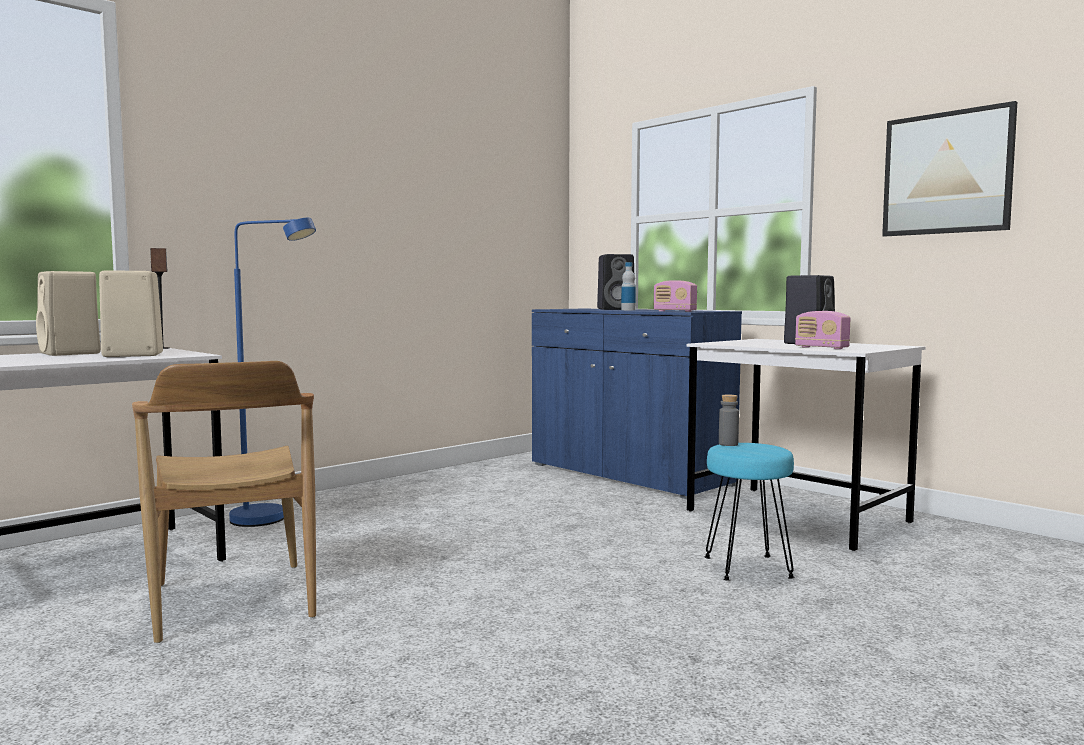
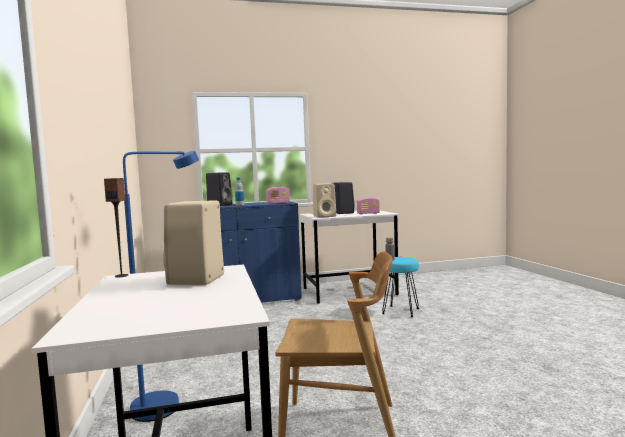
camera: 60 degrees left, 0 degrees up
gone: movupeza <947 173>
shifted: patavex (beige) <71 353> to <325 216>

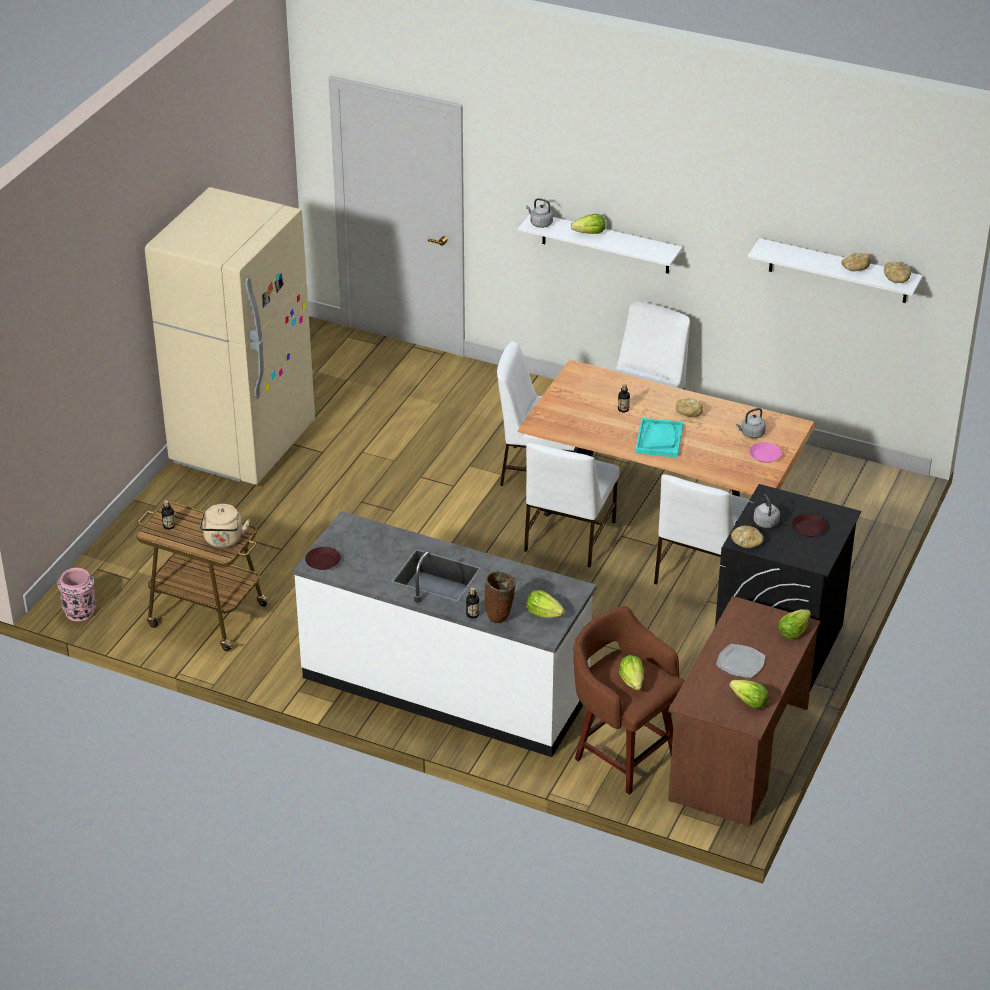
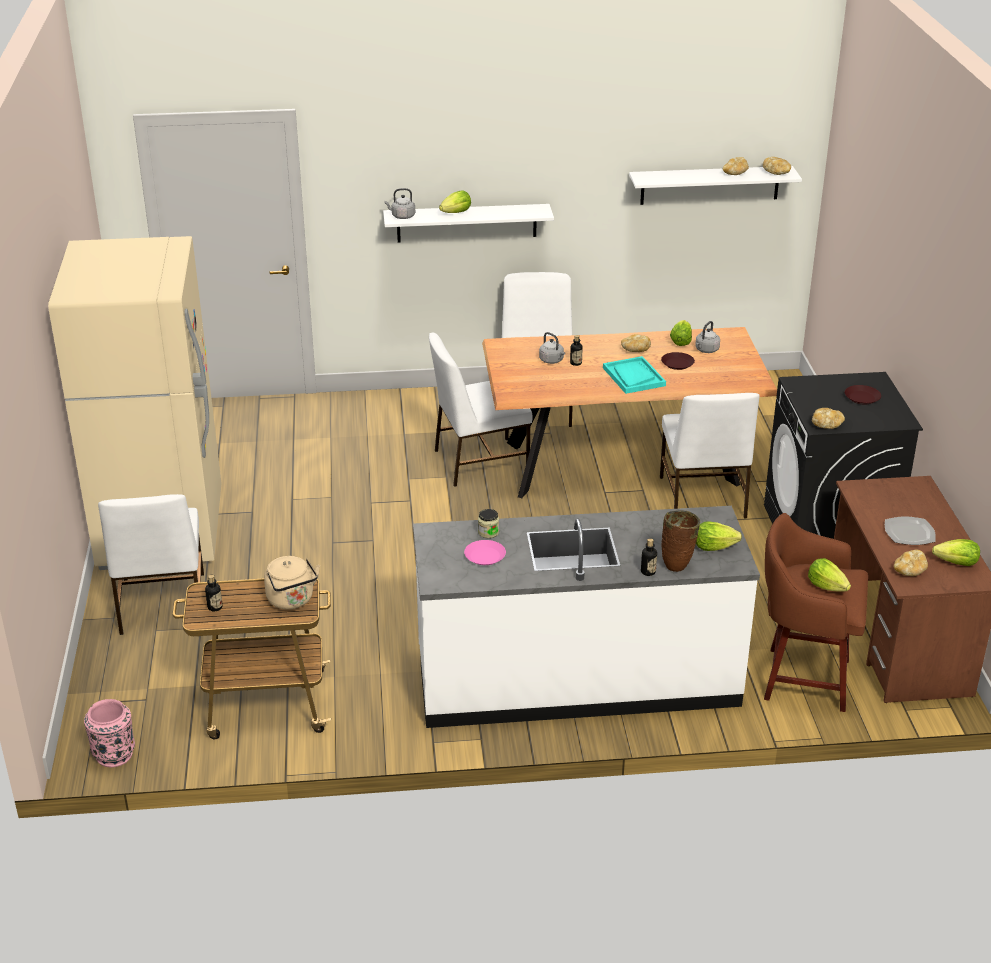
camera: 30 degrees left, 5 degrees down
new: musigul <488 532>; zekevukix <909 571>
shifted: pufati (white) <568 537> to <161 604>; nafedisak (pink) <765 455> to <484 556>; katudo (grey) <766 524> to <552 361>; nafedisak (brown) <322 561> to <677 364>; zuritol <793 632> to <681 342>

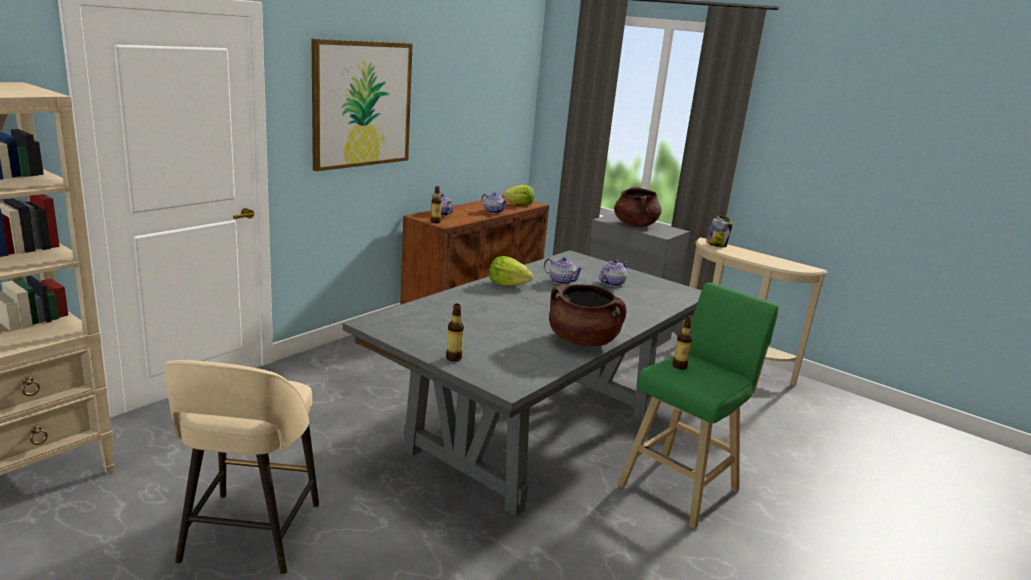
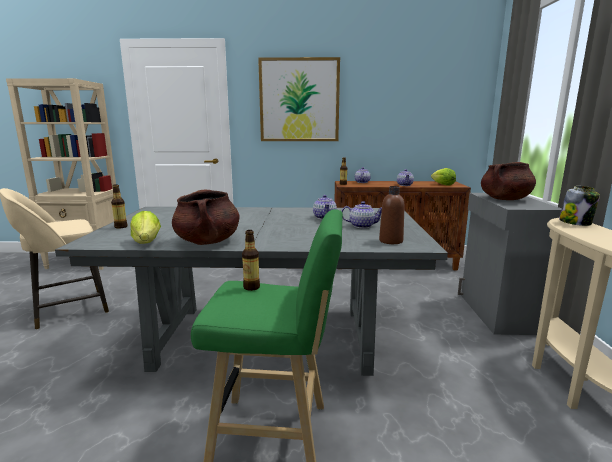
camera: 55 degrees right, 5 degrees down
new: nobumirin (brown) <391 241>
shifted: zuritol <507 284> to <147 242>

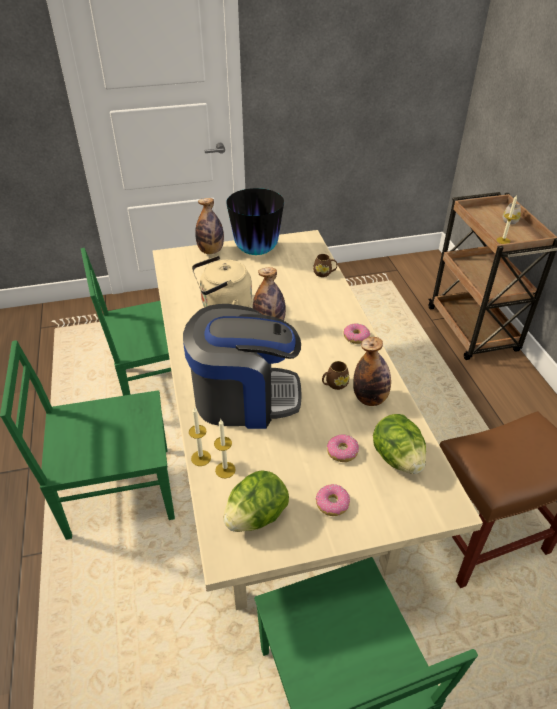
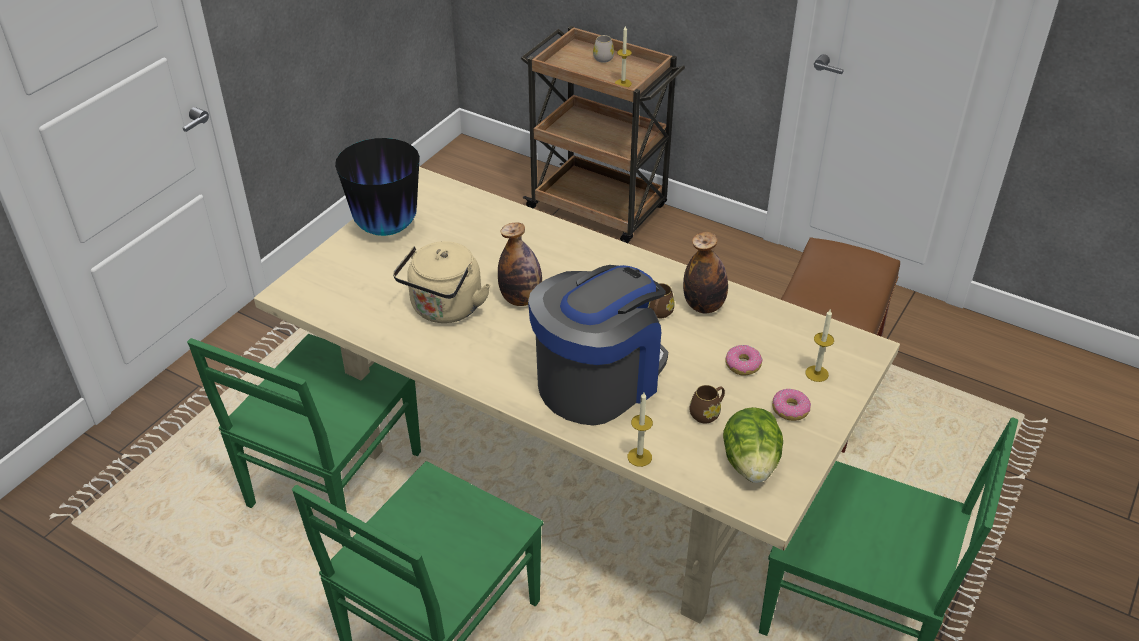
camera: 45 degrees left, 0 degrees up
gone: nobumirin <211 251>; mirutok <356 337>; zuritol <397 458>
shifted: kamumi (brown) <324 273> to <707 413>; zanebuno <225 470> to <817 373>

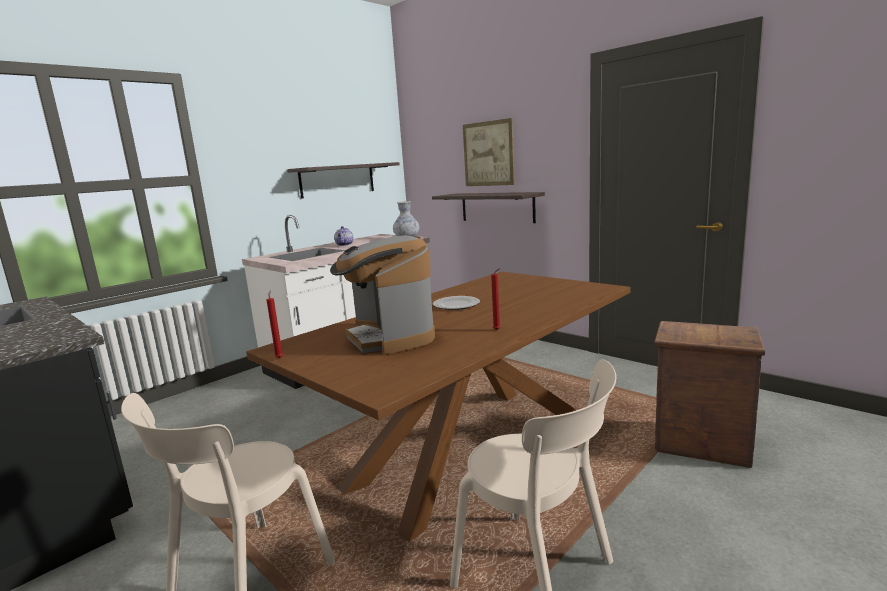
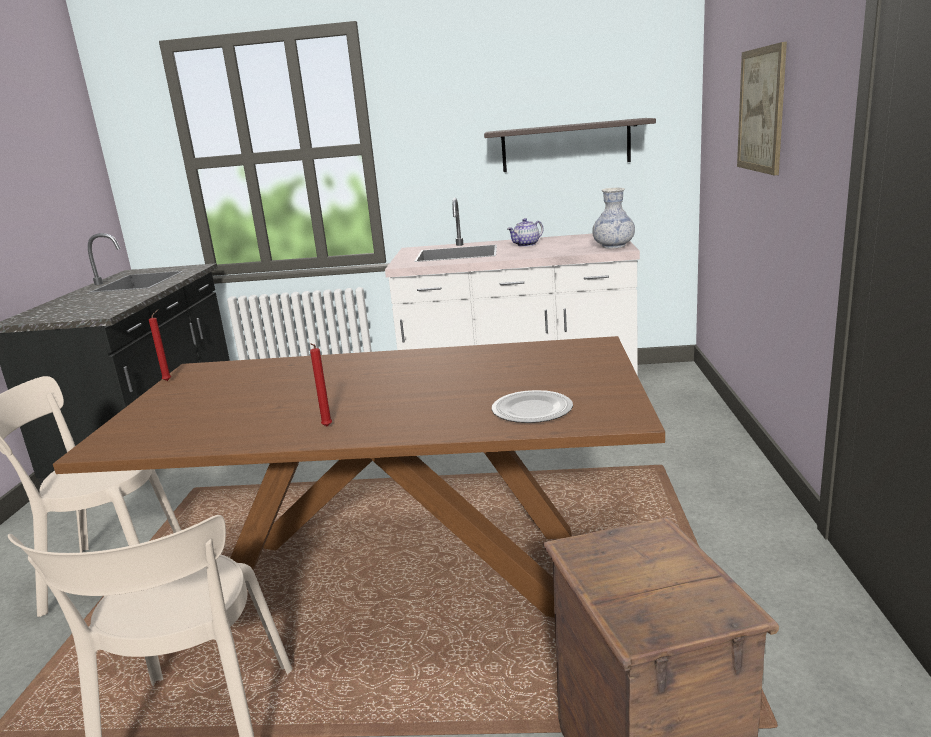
camera: 50 degrees right, 5 degrees up
gone: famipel <497 207>; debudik <389 338>
shifted: nafedisak <455 305> to <531 410>

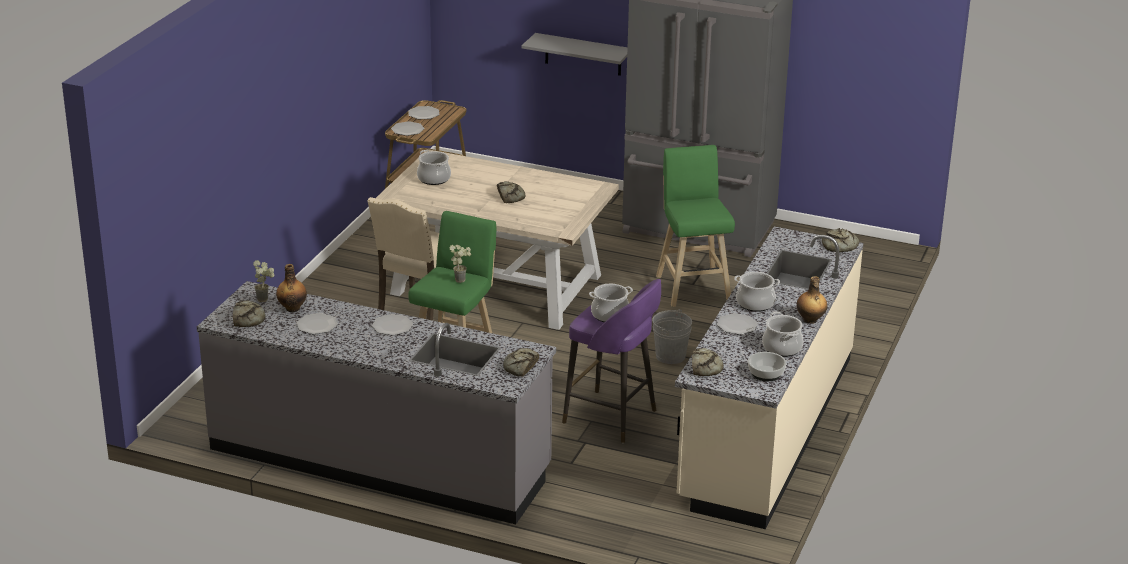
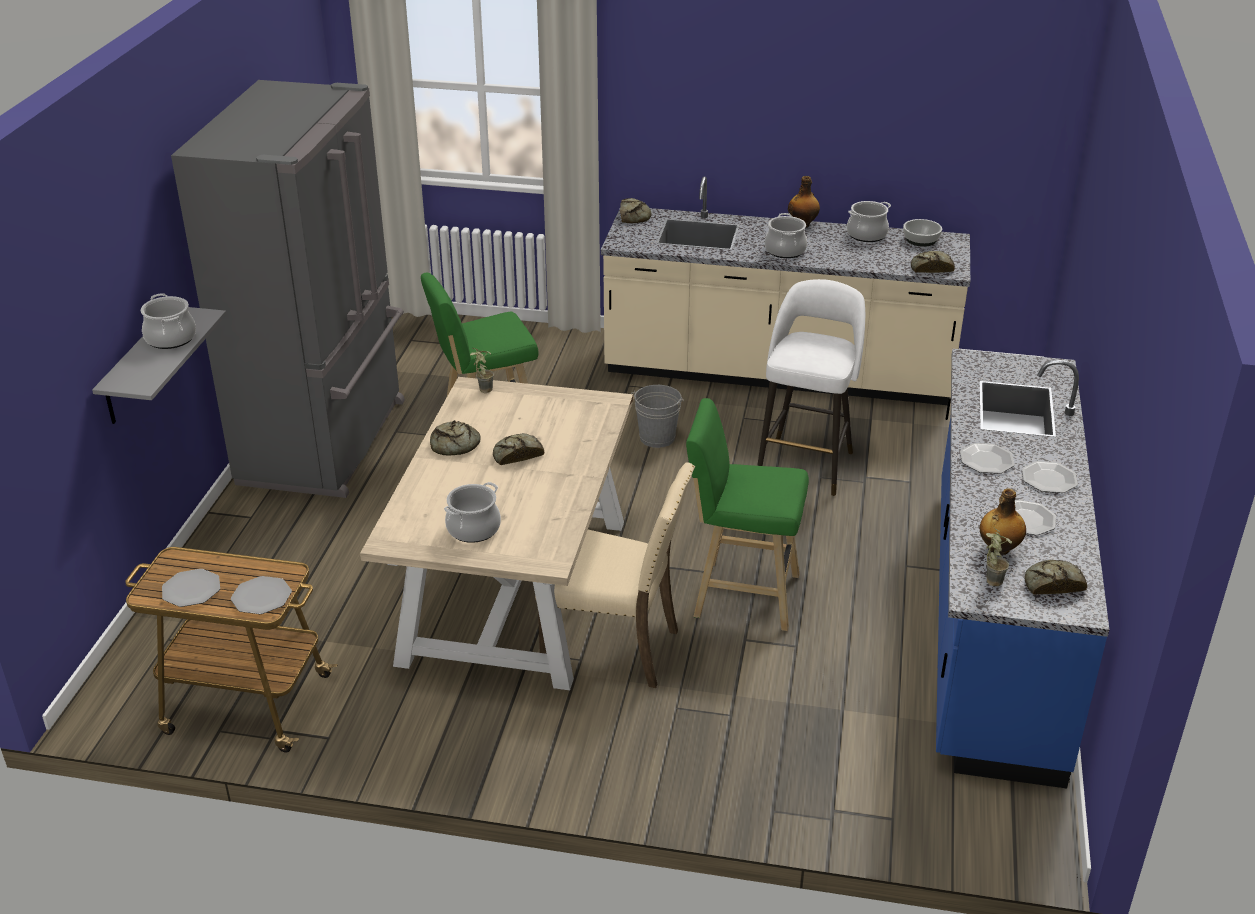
camera: 100 degrees left, 5 degrees up
shifted: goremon <461 279> to <482 389>; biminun <610 315> to <170 338>; nafedisak <737 325> to <1049 479>; zekevukix <520 366> to <454 445>
repainted: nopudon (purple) <612 418> to nopudon (white) <806 464>; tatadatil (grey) <380 460> to tatadatil (blue) <991 621>

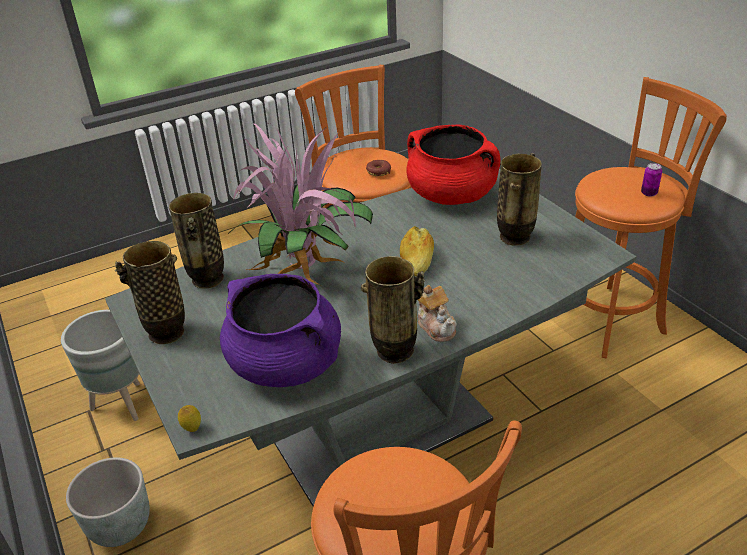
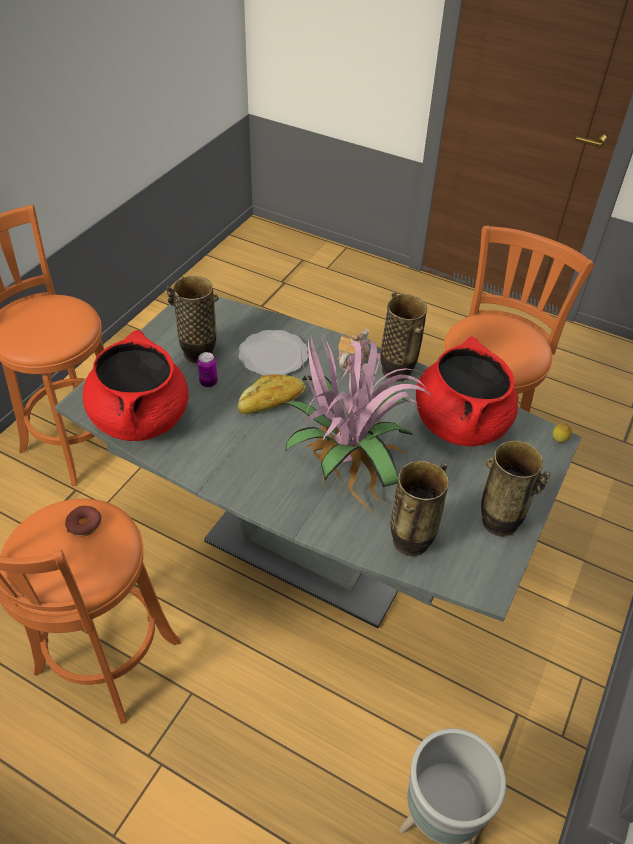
camera: 125 degrees left, 10 degrees up
gone: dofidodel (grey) <120 526>
new: nafedisak <273 356>
shifted: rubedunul <649 193> to <208 382>
repainted: biminun (purple) <286 364> to biminun (red) <460 423>

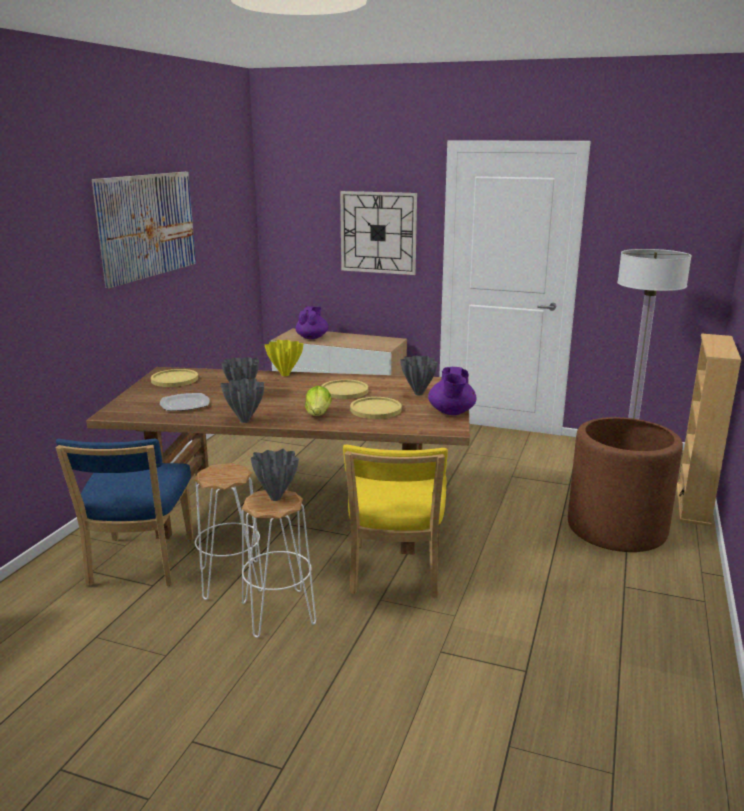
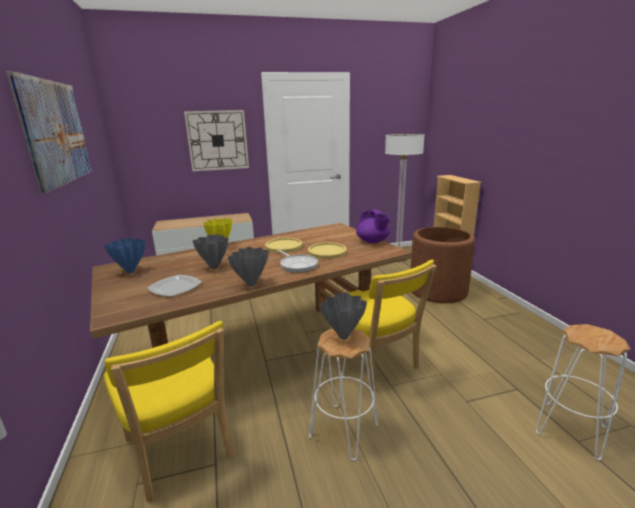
camera: 35 degrees left, 0 degrees up
gone: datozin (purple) <312 337>; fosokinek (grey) <418 393>
shifted: nopudon (white) <230 580> to <570 430>
swapped: nafedisak (yellow) <174 379> to fosokinek (blue) <130 271>; zuritol <318 415> to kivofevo <297 265>
repainted: pufati (blue) <139 565> to pufati (yellow) <180 451>

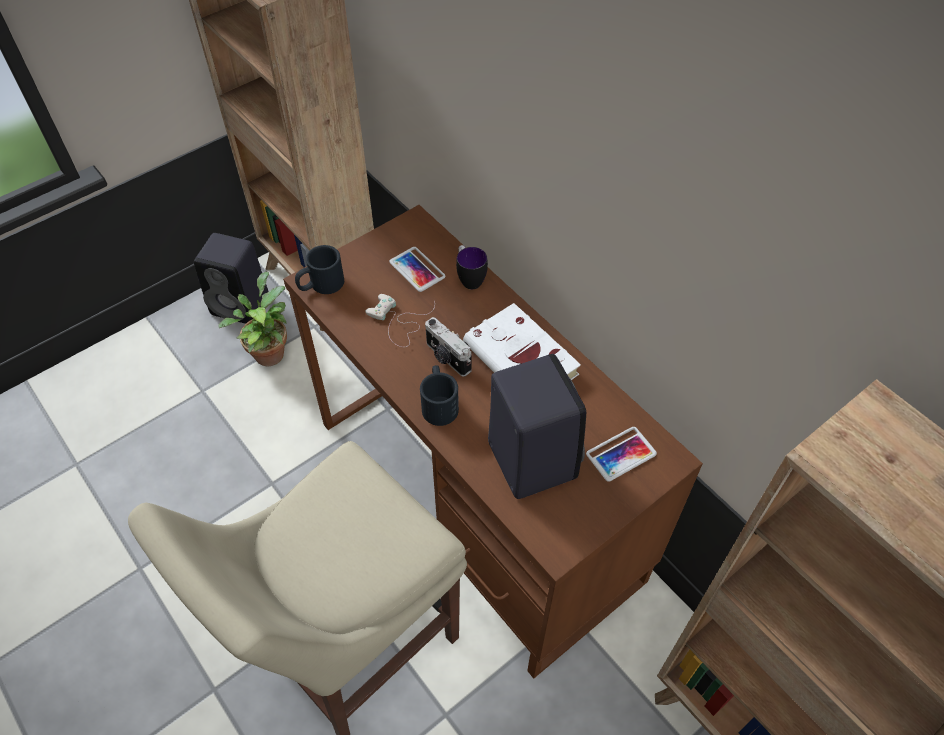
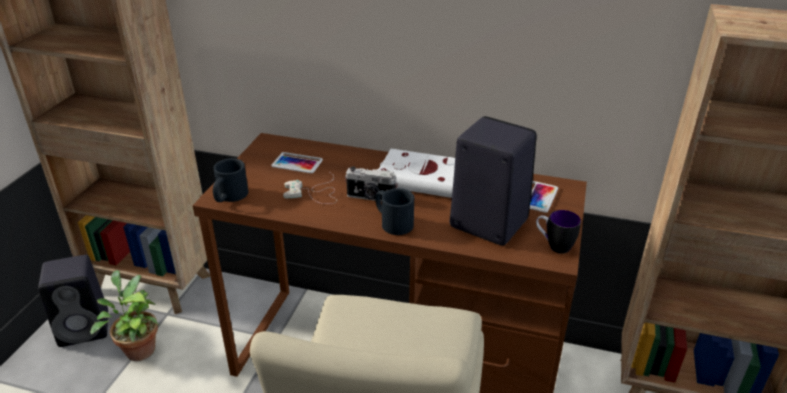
camera: 35 degrees left, 20 degrees down
shifted: kamumi <469 278> to <554 245>

